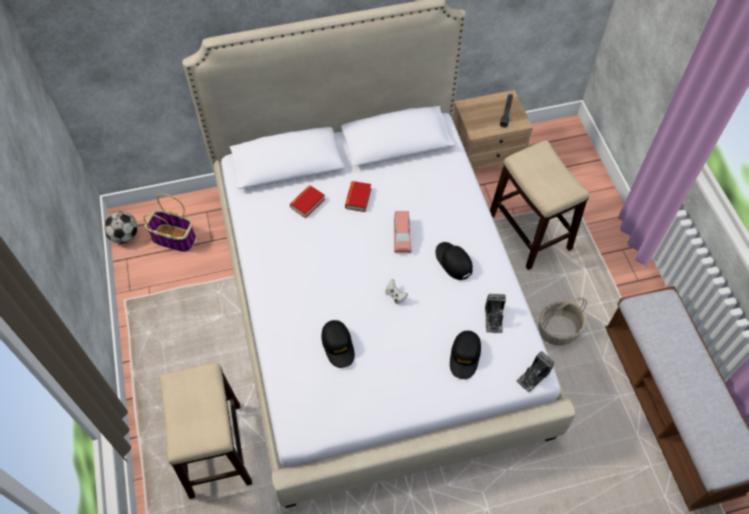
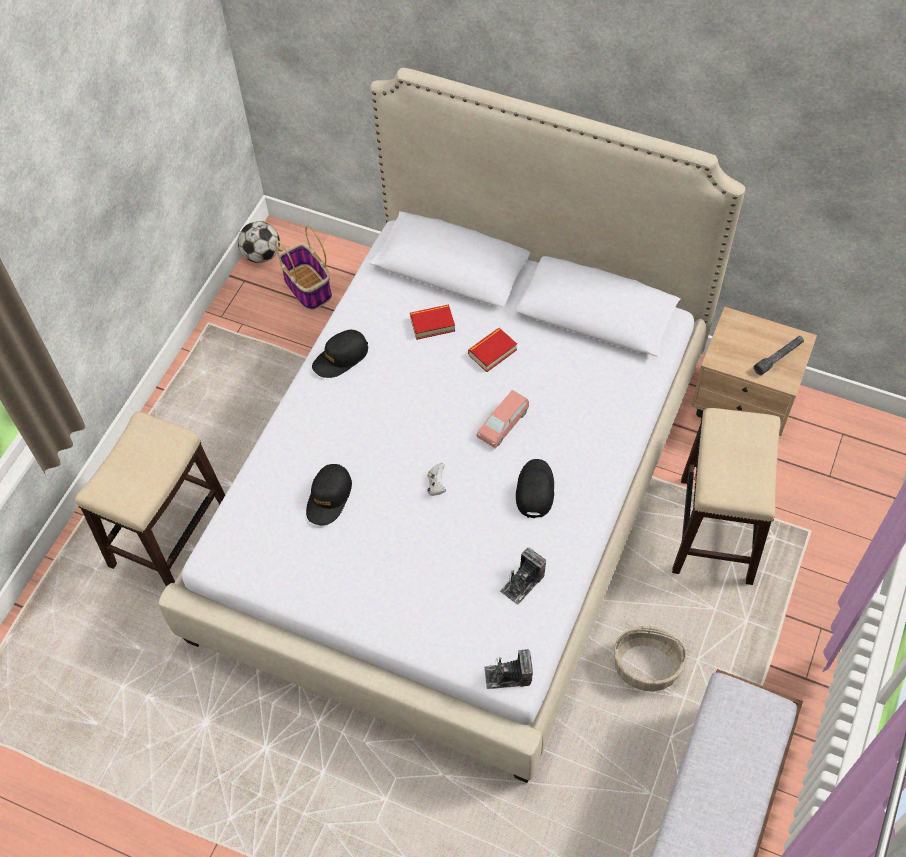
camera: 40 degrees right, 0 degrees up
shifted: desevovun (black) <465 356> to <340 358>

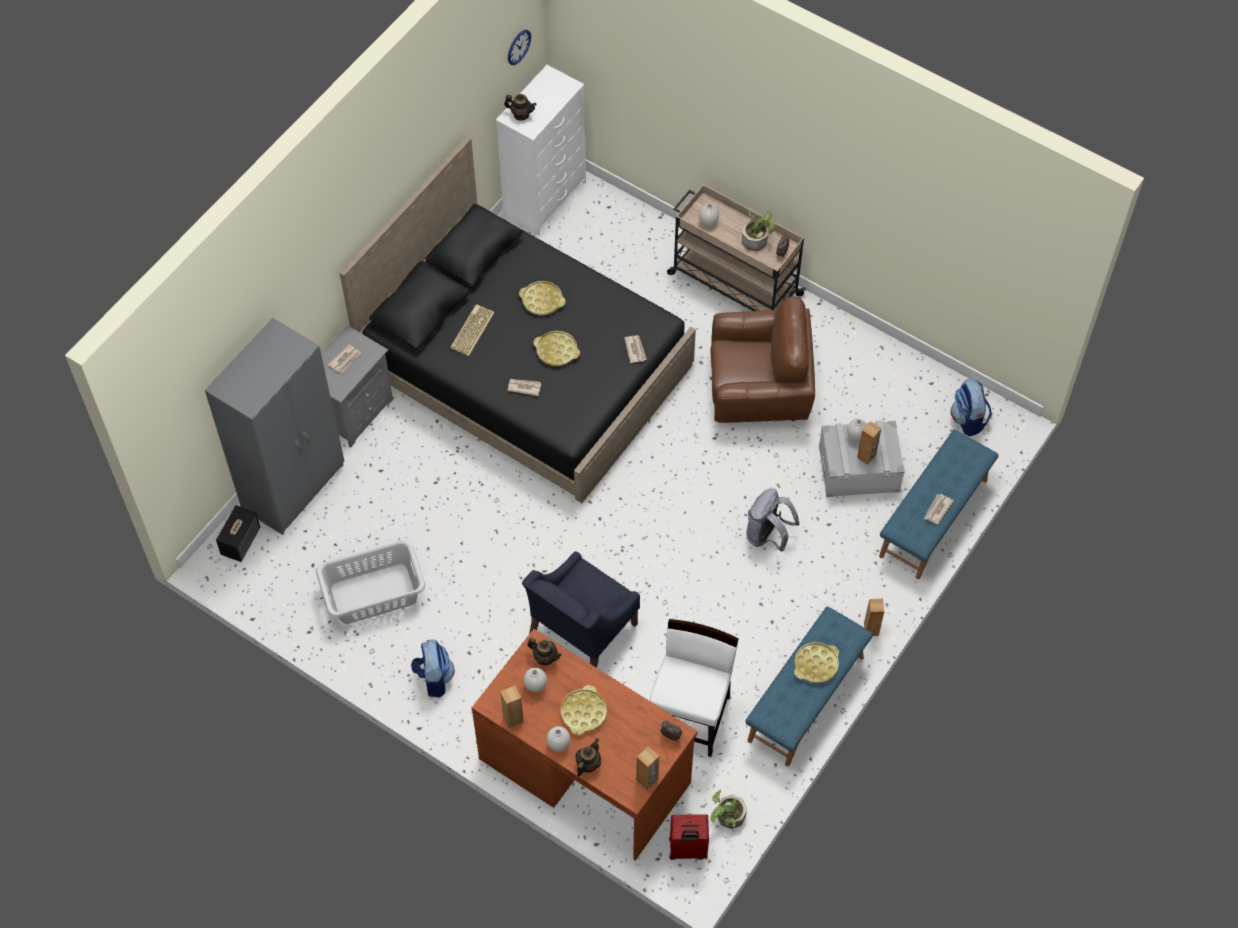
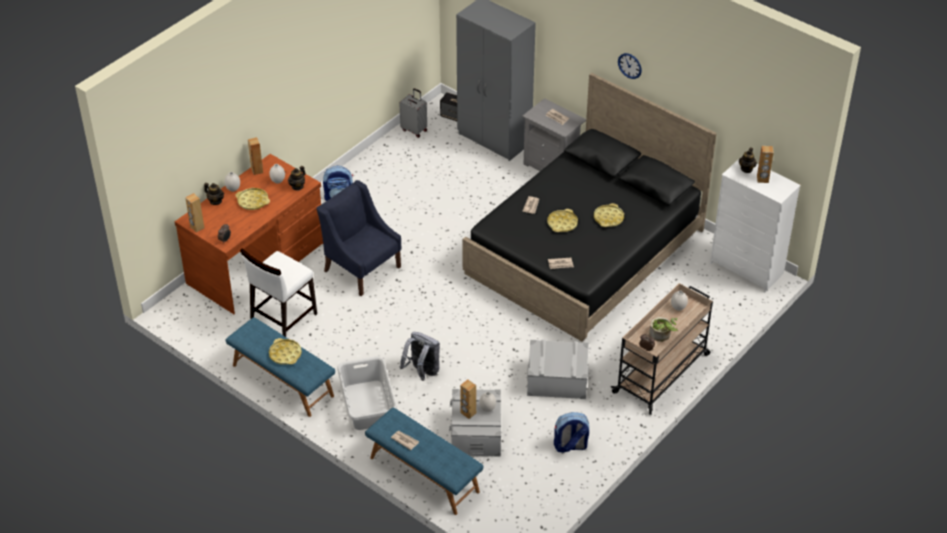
camera: 95 degrees right, 15 degrees down
gone: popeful <471 330>; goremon <727 817>; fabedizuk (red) <687 849>
new: fabedizuk (grey) <414 130>
shifted: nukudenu <518 47> to <629 65>; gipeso <968 420> to <570 446>; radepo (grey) <373 593> to <368 405>; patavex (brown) <871 629> to <762 179>
swapped: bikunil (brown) <759 389> to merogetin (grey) <557 379>
rotated: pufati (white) <690 717> = <283 318> 105 degrees clockwise

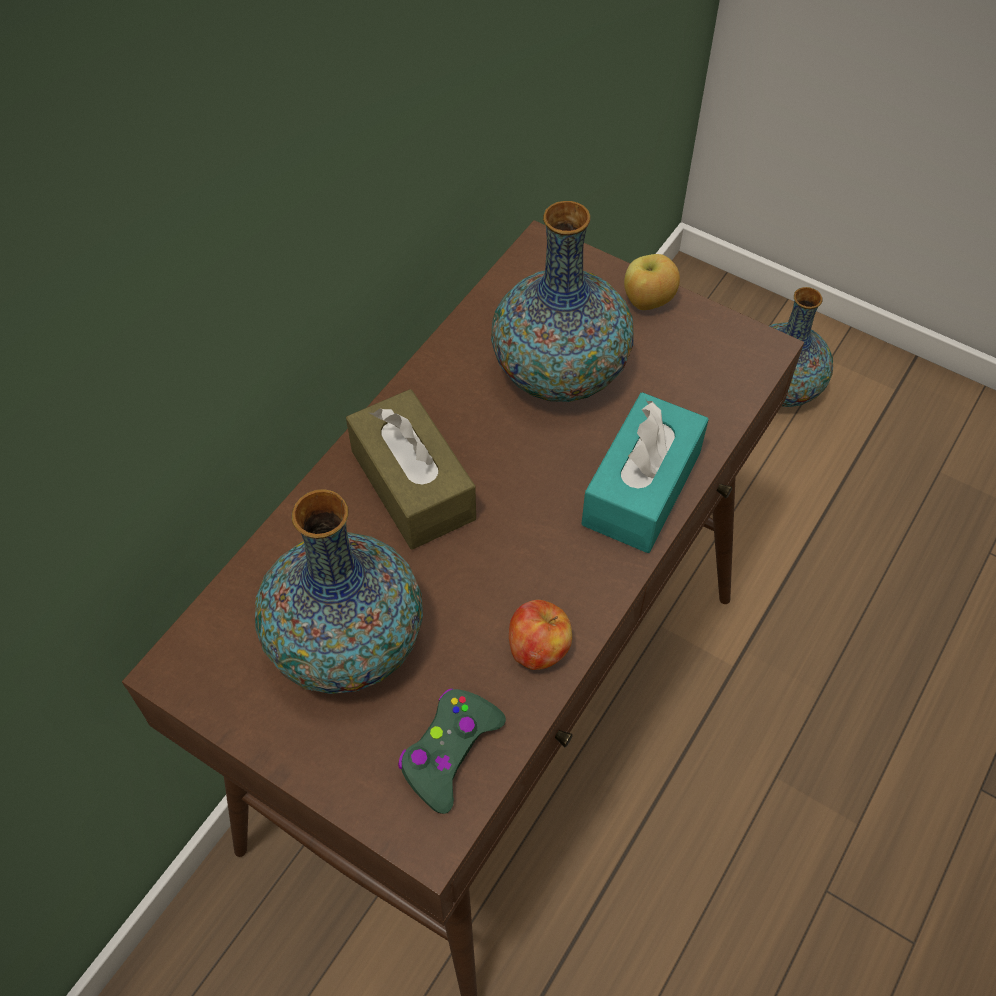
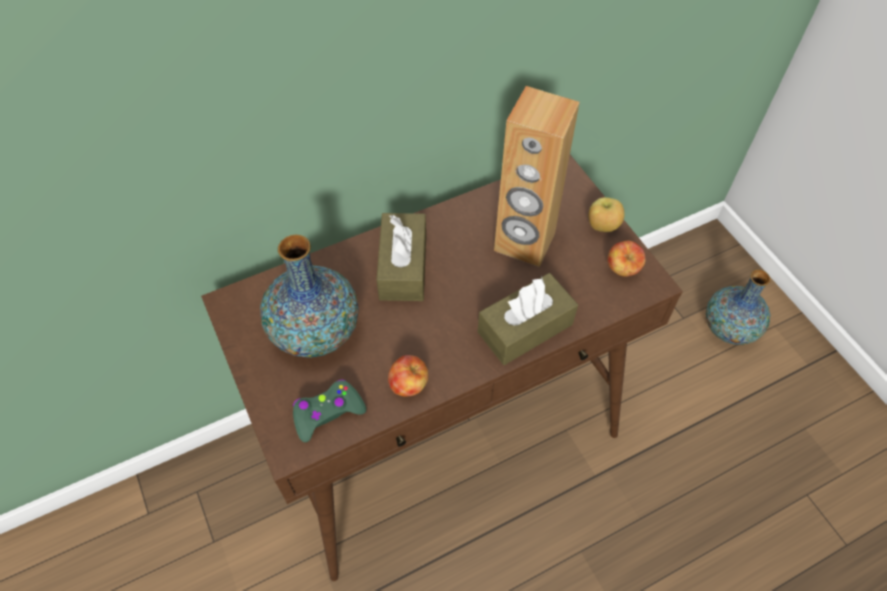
camera: 30 degrees right, 0 degrees up
new: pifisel <622 269>
swapped: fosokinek <560 372> to patavex (brown) <524 243>
repainted: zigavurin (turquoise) <641 488> to zigavurin (brown) <525 328>

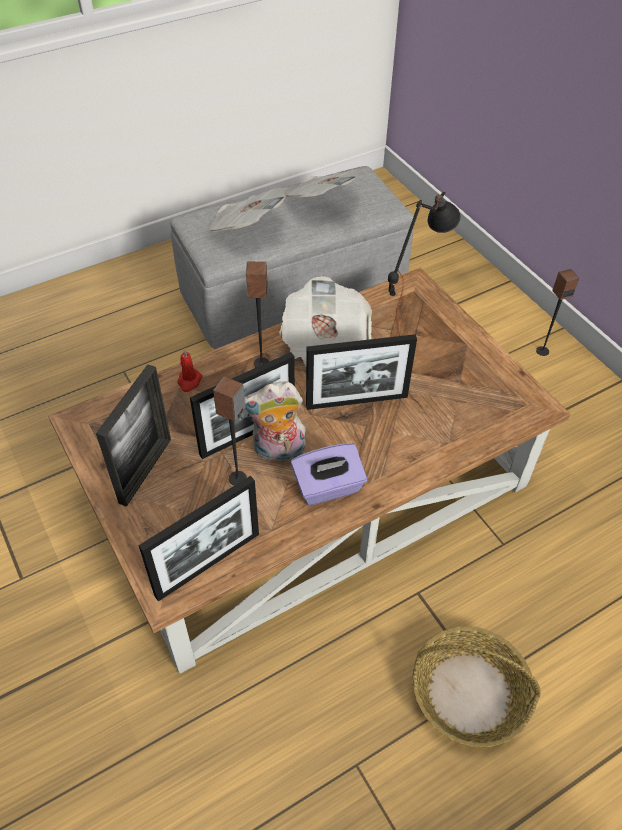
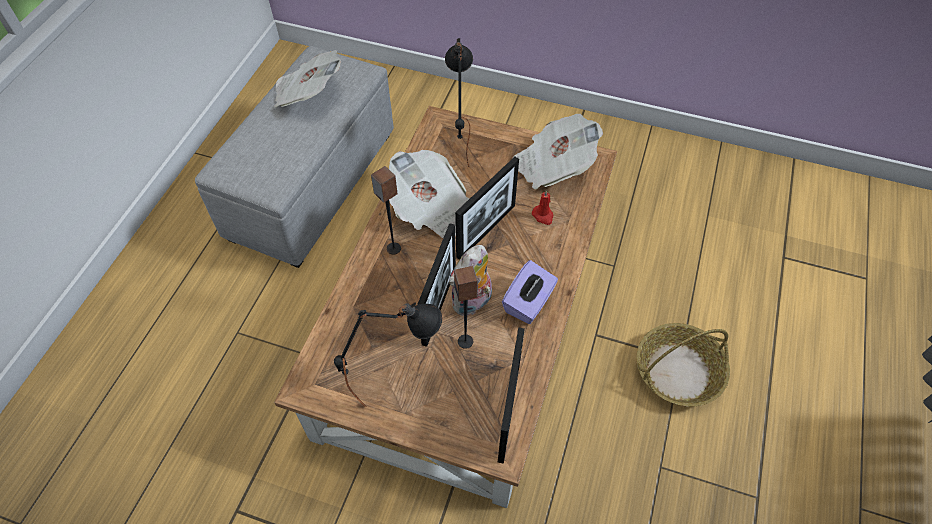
camera: 40 degrees left, 5 degrees up
gone: patavex <542 351>
shifted: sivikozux <246 228> to <553 166>; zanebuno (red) <189 381> to <543 216>
swapped: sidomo <145 470> to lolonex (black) <396 385>

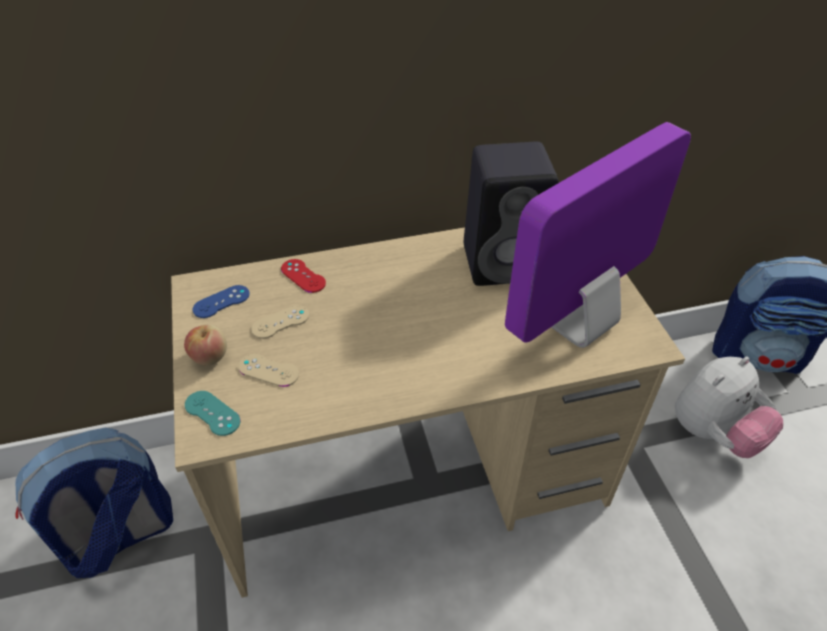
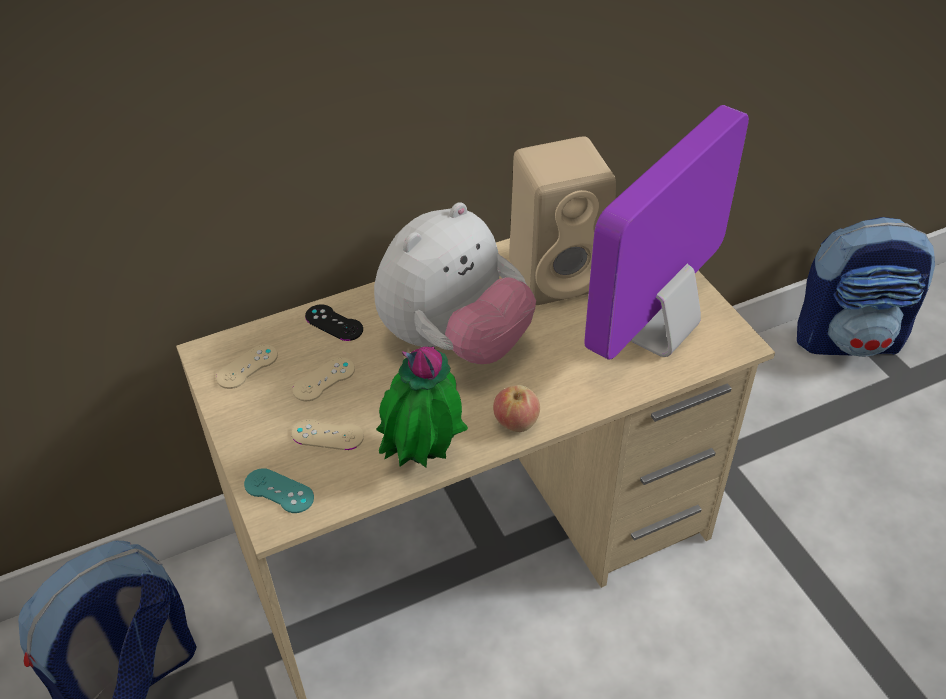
camera: 10 degrees left, 0 degrees up
new: goremon <423 460>
shifted: pifisel <209 356> to <516 422>; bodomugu <713 433> to <455 342>
repainted: patavex (black) <505 262> to patavex (beige) <561 273>; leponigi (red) <303 276> to leponigi (black) <334 323>; leponigi (blue) <221 302> to leponigi (beige) <247 367>

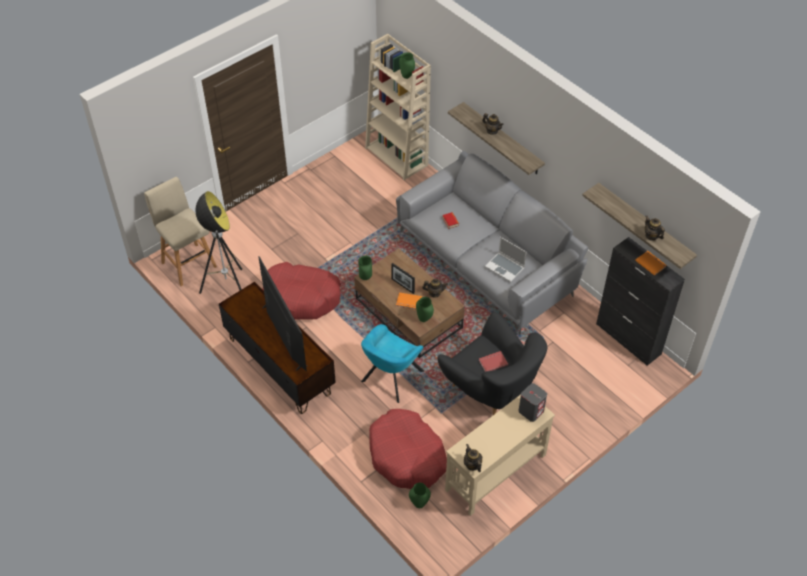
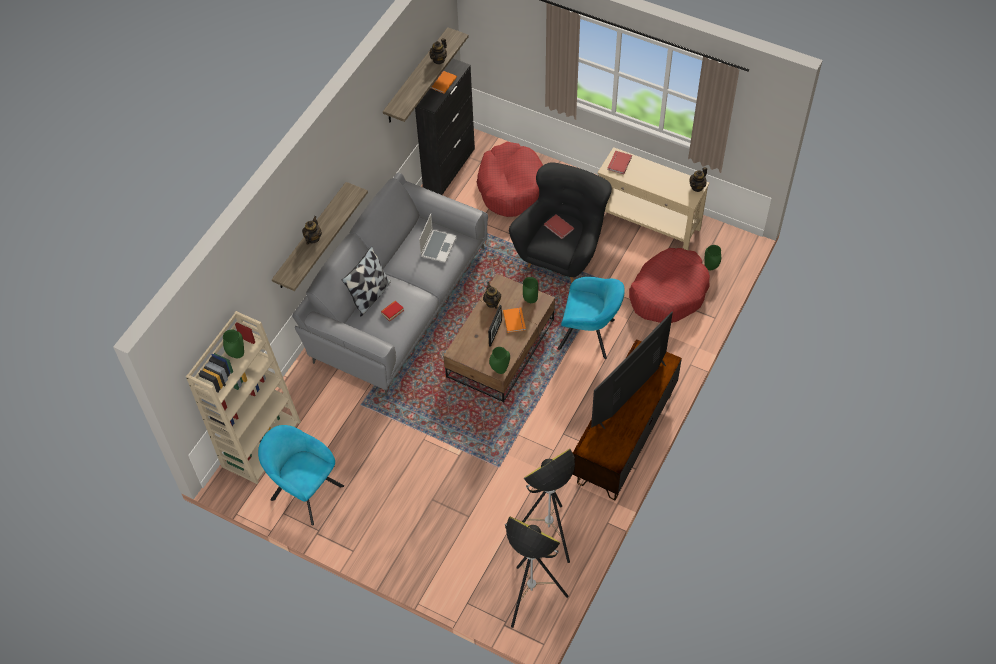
camera: 110 degrees left, 5 degrees up
new: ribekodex <370 296>; bikunil (turquoise) <304 490>
shifted: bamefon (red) <302 297> to <511 186>
swapped: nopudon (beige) <188 263> to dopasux <531 598>; patavex (grey) <531 411> to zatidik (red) <618 163>

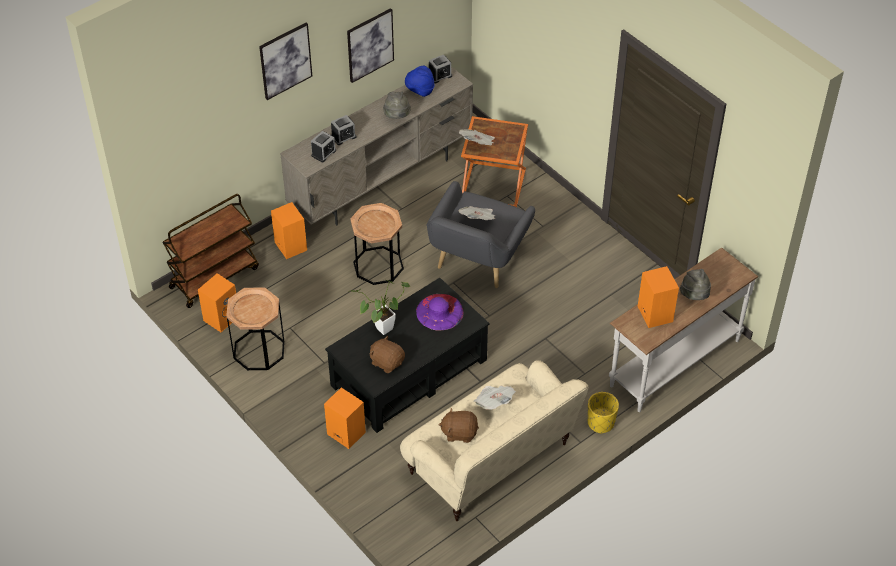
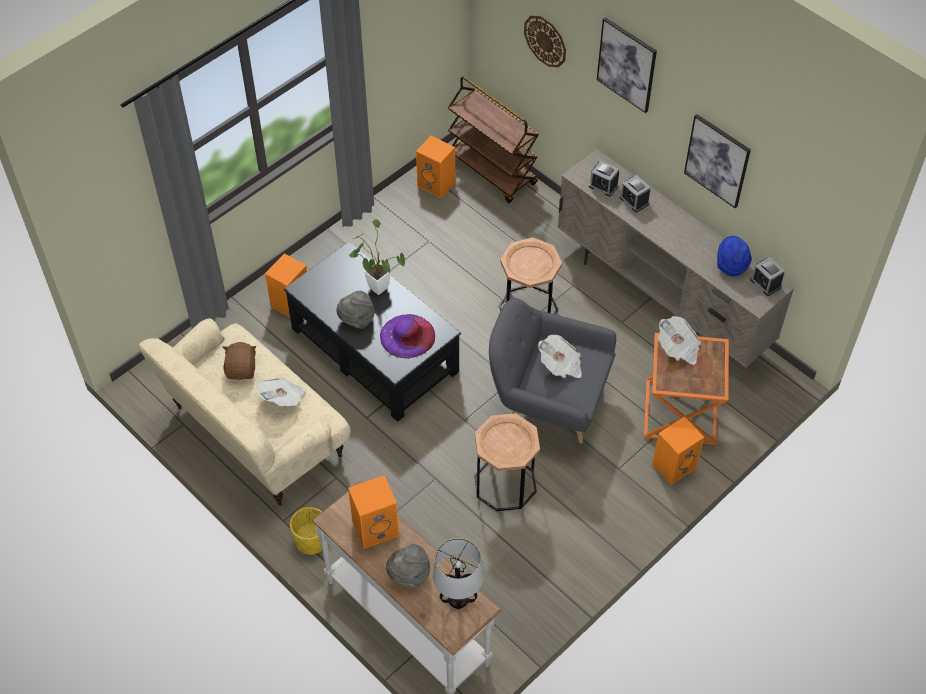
camera: 85 degrees right, 5 degrees up
gone: bodomugu (brown) <387 362>
new: nukudenu <545 41>; lolonex <458 599>
shifted: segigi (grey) <397 117> to <356 319>; patavex (orange) <290 246> to <674 465>; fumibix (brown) <259 350> to <505 484>

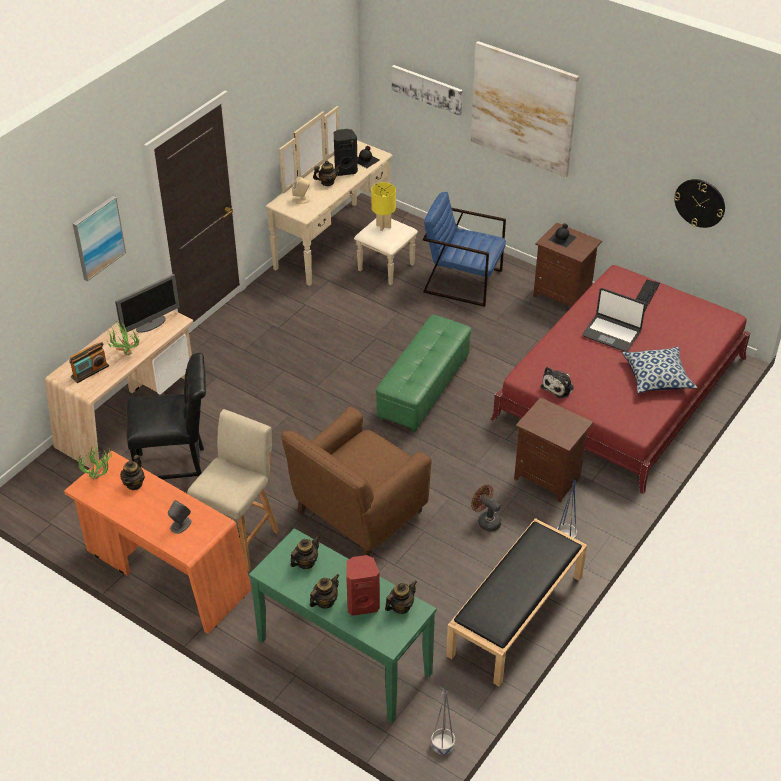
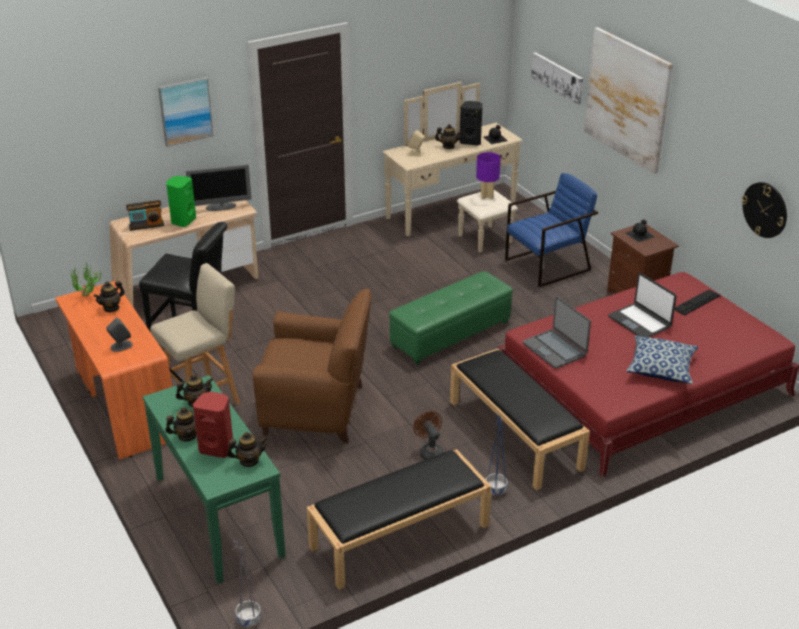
camera: 25 degrees right, 10 degrees down
swapped: goremon <124 354> to patavex (green) <182 221>; bodomugu <558 387> to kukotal <555 349>; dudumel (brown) <548 477> to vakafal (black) <516 435>
repainted: lolonex (yellow) <383 226> to lolonex (purple) <486 196>
rotated: bikunil (blue) <463 281> = <548 265> 105 degrees clockwise; bikunil (brown) <357 513> = <317 410> 150 degrees counterclockwise

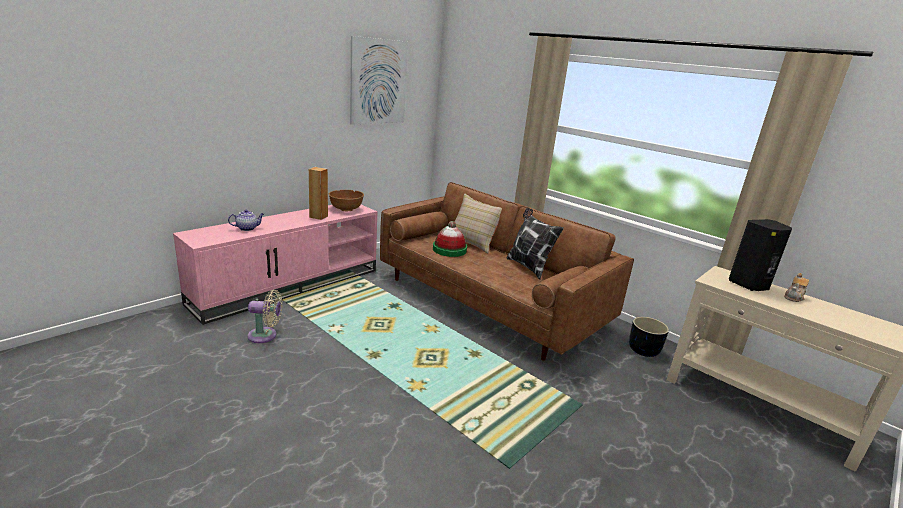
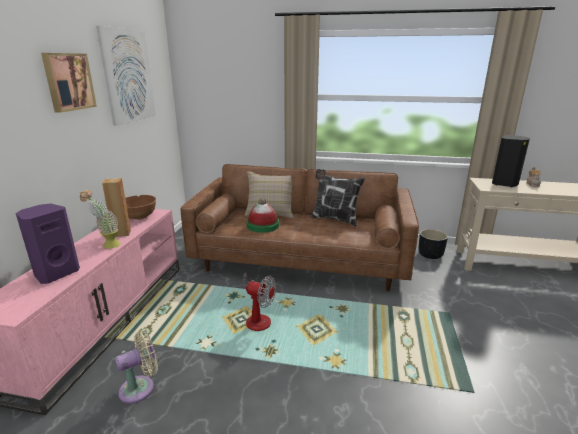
camera: 30 degrees left, 0 degrees up
new: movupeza <68 82>; goremon <107 245>; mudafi <256 317>
swapped: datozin <247 228> to patavex (purple) <56 273>

